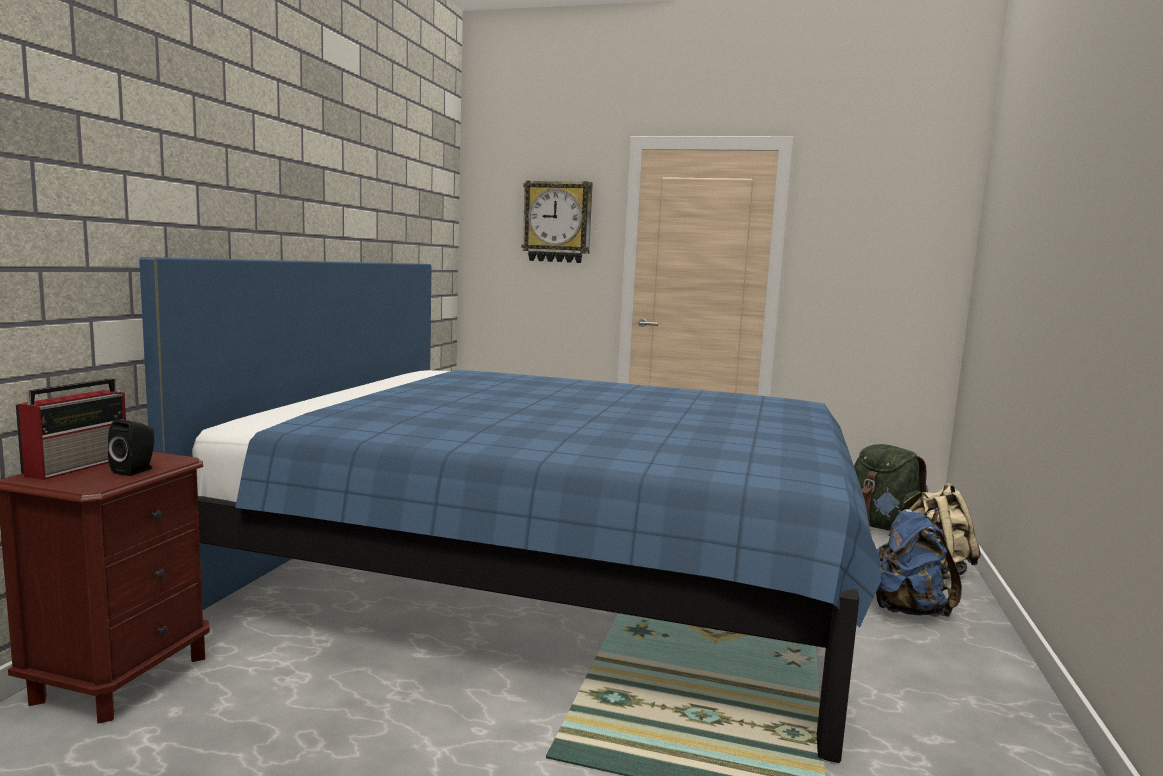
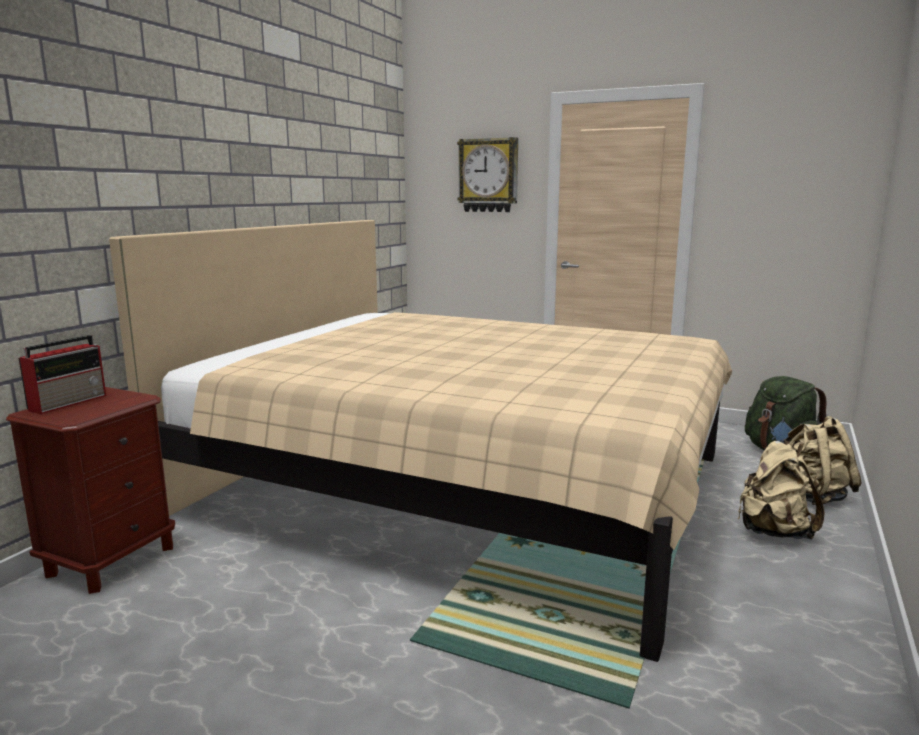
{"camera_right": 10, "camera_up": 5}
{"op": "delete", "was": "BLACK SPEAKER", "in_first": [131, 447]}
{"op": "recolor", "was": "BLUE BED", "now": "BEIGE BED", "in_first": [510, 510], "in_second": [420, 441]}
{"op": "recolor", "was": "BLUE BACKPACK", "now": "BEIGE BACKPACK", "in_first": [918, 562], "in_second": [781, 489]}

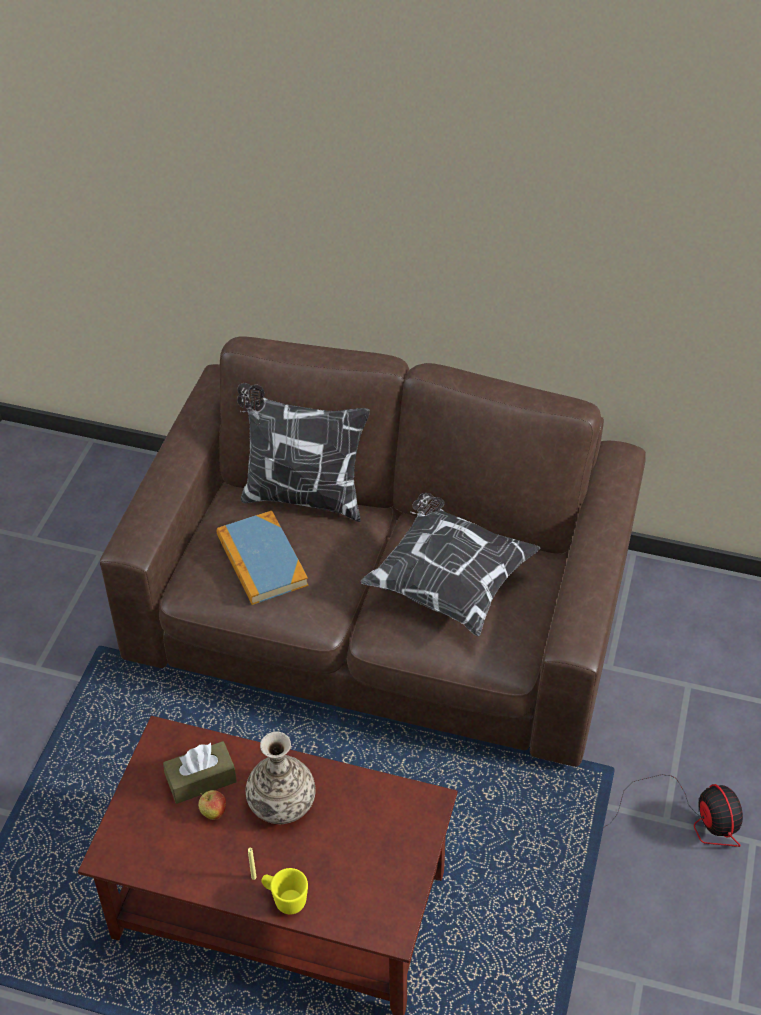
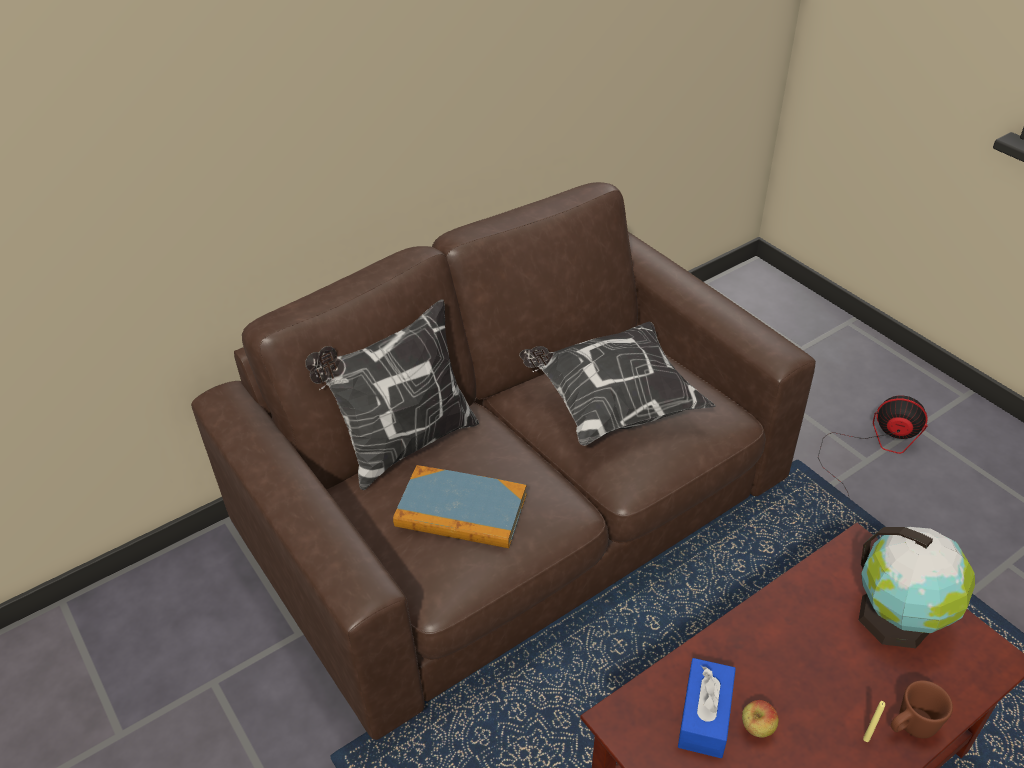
{"camera_right": -50, "camera_up": -5}
{"op": "delete", "was": "VASE", "in_first": [281, 778]}
{"op": "insert", "now": "GLOBE", "in_second": [917, 587]}
{"op": "recolor", "was": "BROWN TISSUE BOX", "now": "BLUE TISSUE BOX", "in_first": [200, 772], "in_second": [707, 708]}
{"op": "recolor", "was": "YELLOW MUG", "now": "BROWN MUG", "in_first": [284, 891], "in_second": [922, 709]}

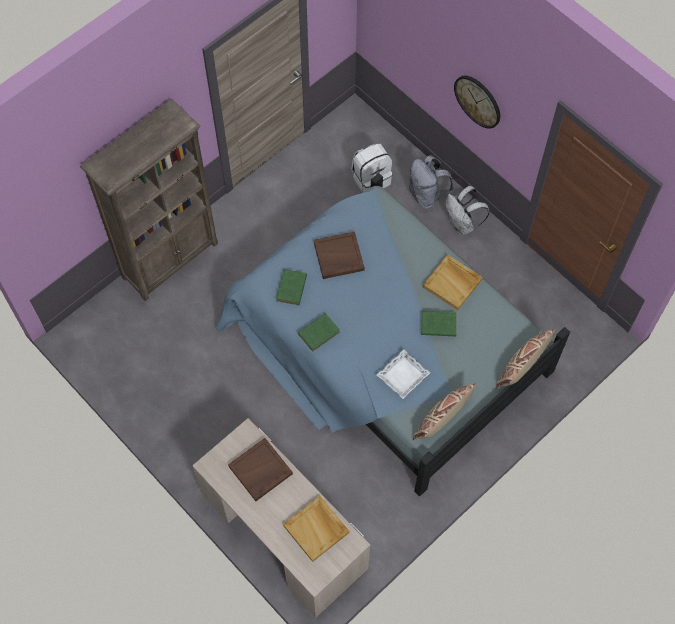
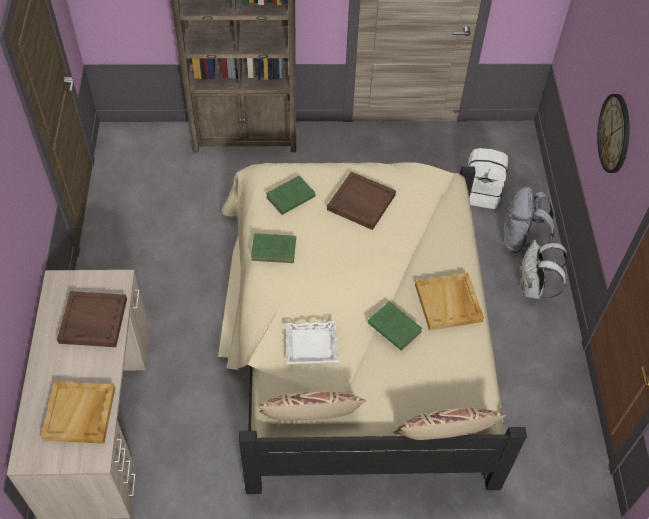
{"camera_right": 40, "camera_up": -10}
{"op": "recolor", "was": "BLUE BED", "now": "BEIGE BED", "in_first": [393, 334], "in_second": [372, 328]}

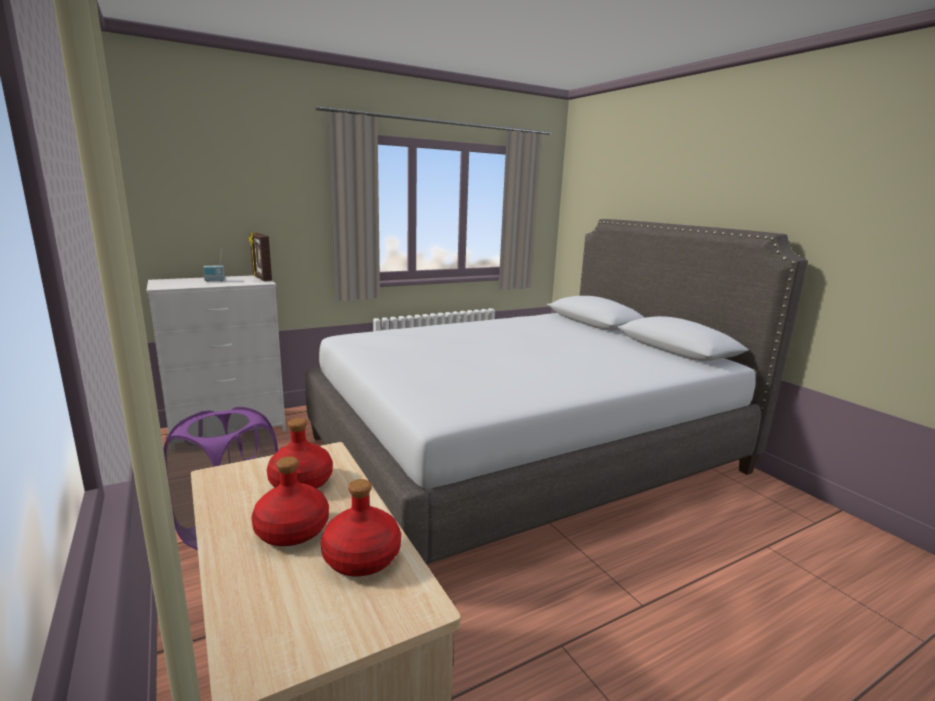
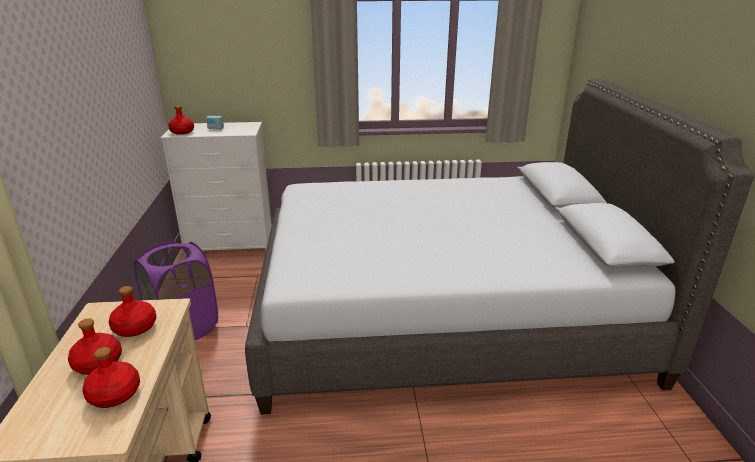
{"camera_right": 25, "camera_up": 10}
{"op": "delete", "was": "PICTURE FRAME", "in_first": [260, 256]}
{"op": "insert", "now": "RED BOTTLE", "in_second": [181, 120]}

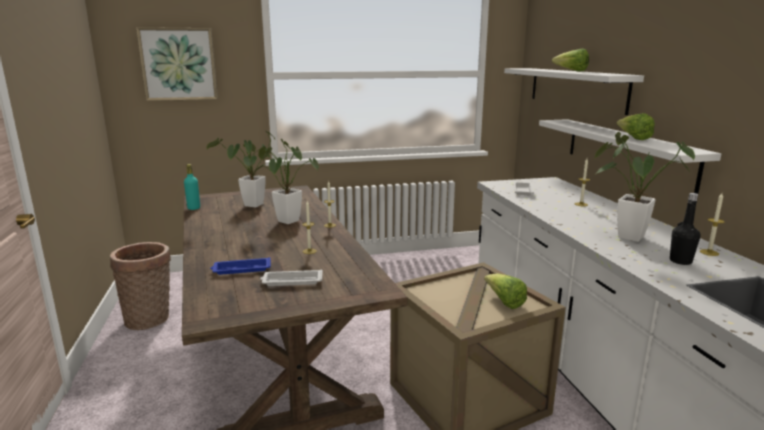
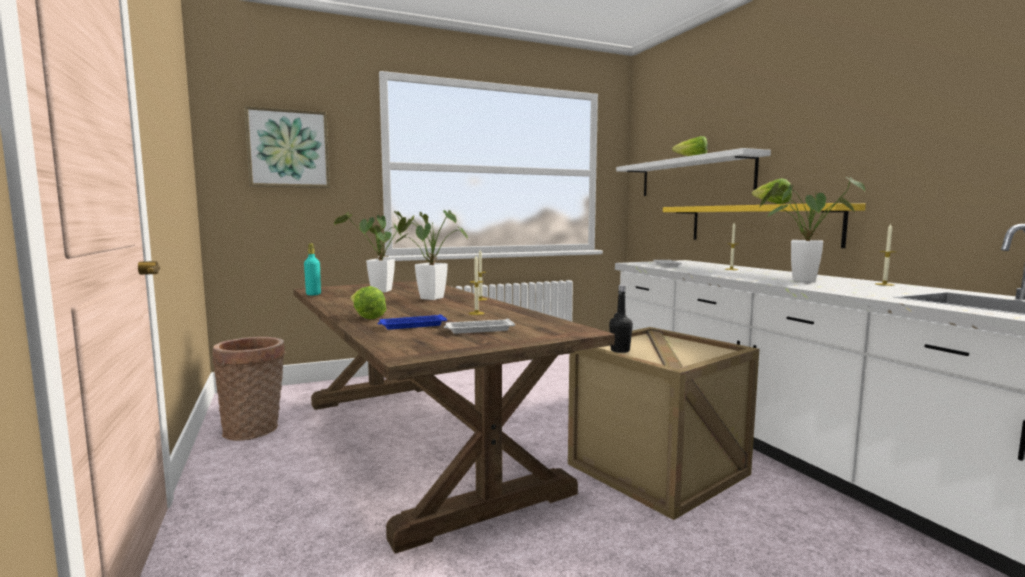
{"camera_right": -10, "camera_up": -10}
{"op": "move", "was": "LETTUCE", "in_first": [505, 291], "in_second": [368, 302]}
{"op": "move", "was": "BLACK BOTTLE", "in_first": [685, 229], "in_second": [621, 319]}
{"op": "recolor", "was": "WHITE SHELF", "now": "YELLOW SHELF", "in_first": [630, 156], "in_second": [764, 225]}

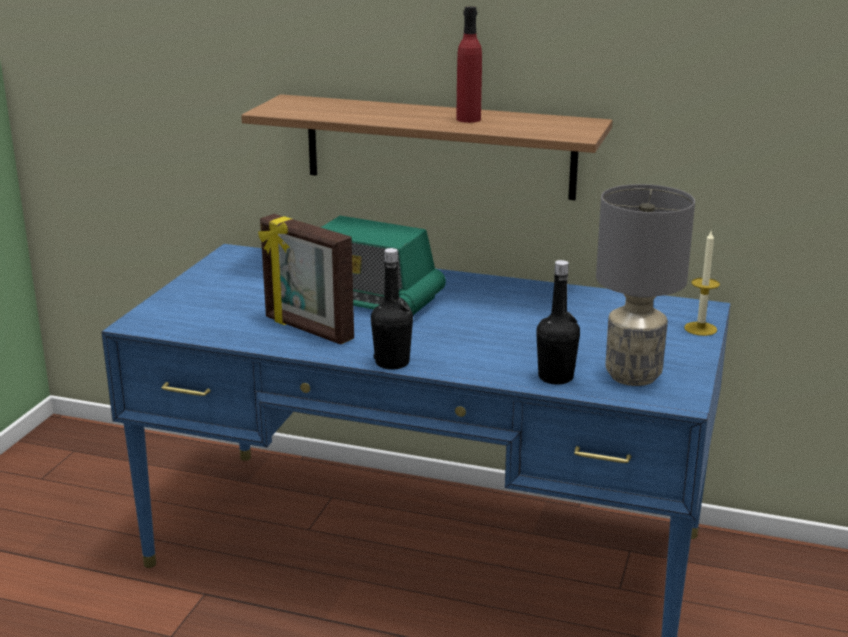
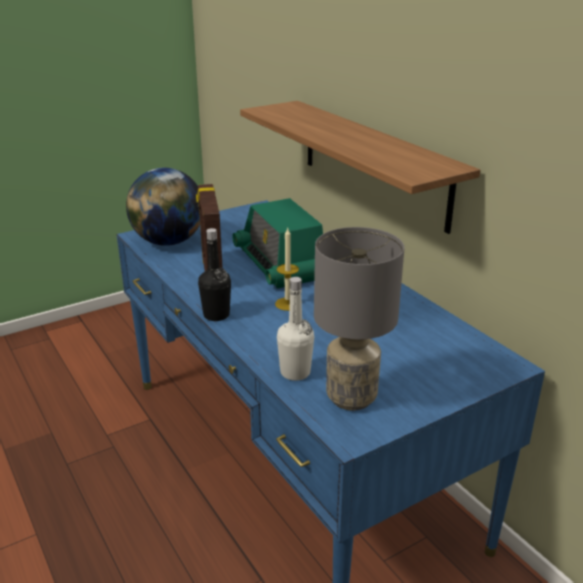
{"camera_right": 40, "camera_up": 5}
{"op": "delete", "was": "RED BOTTLE", "in_first": [469, 65]}
{"op": "insert", "now": "GLOBE", "in_second": [163, 207]}
{"op": "move", "was": "CANDLE", "in_first": [702, 283], "in_second": [287, 269]}
{"op": "recolor", "was": "BLACK BOTTLE", "now": "WHITE BOTTLE", "in_first": [558, 322], "in_second": [295, 329]}

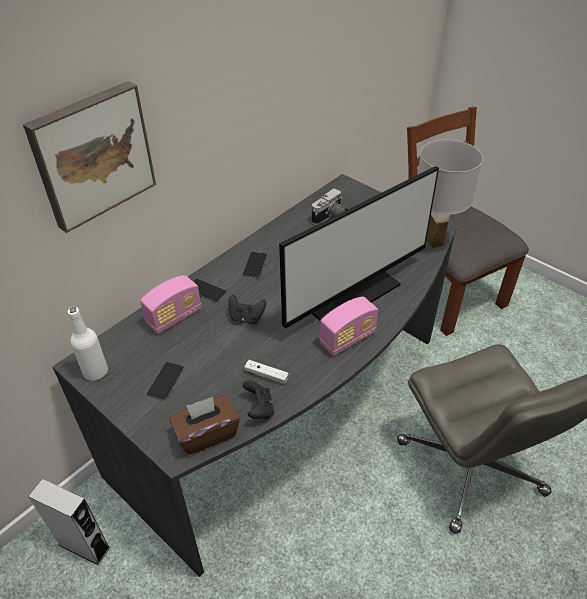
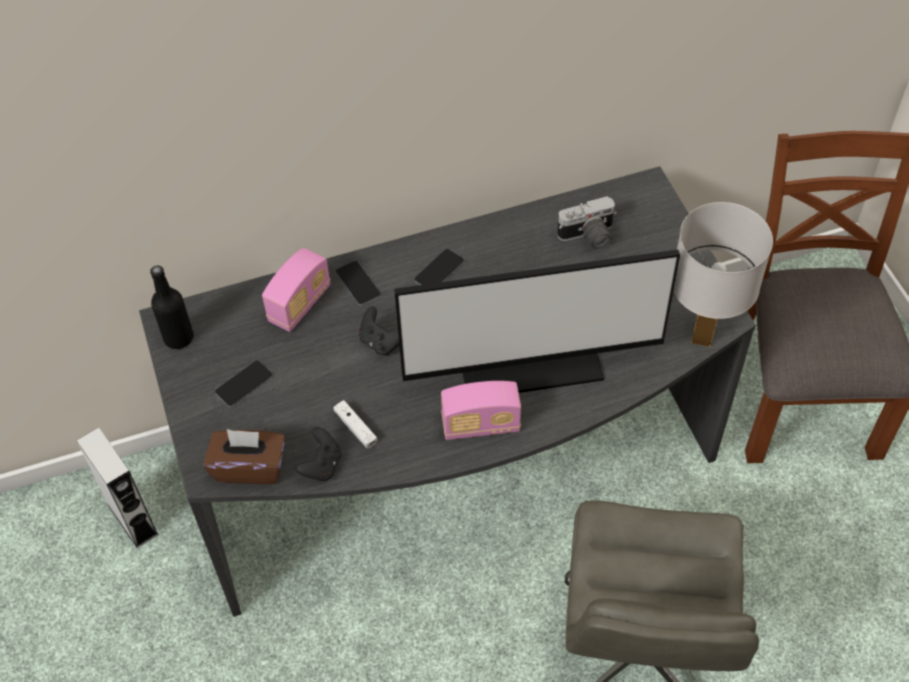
{"camera_right": 30, "camera_up": 10}
{"op": "delete", "was": "PICTURE", "in_first": [89, 157]}
{"op": "recolor", "was": "WHITE BOTTLE", "now": "BLACK BOTTLE", "in_first": [88, 344], "in_second": [172, 307]}
{"op": "rotate", "was": "RADIO", "in_first": [170, 304], "in_second": [296, 290], "clockwise": -45}

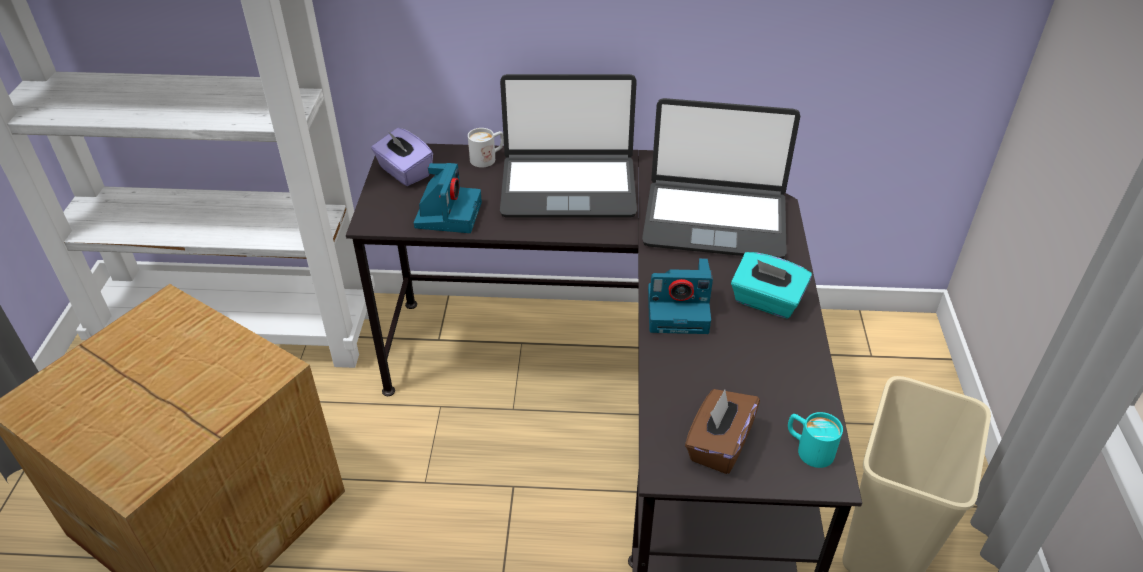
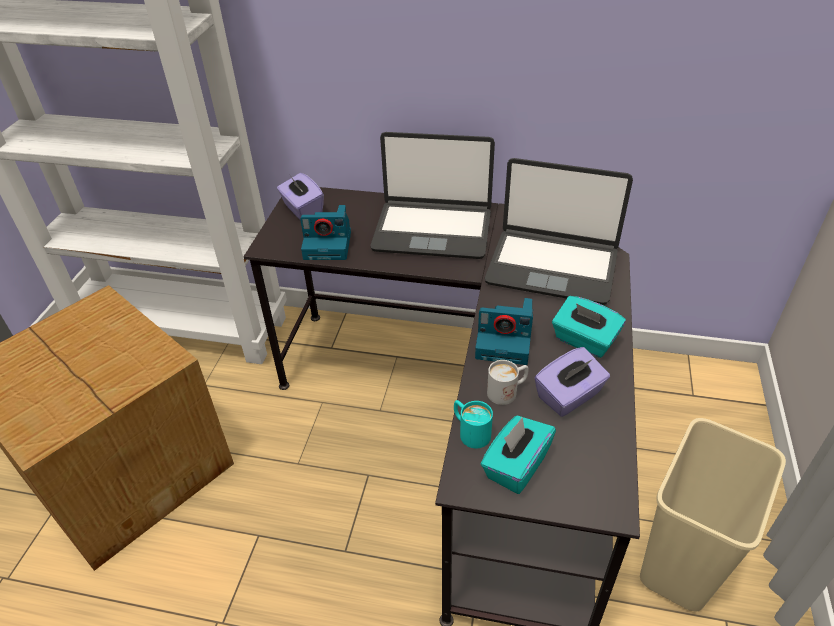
{"camera_right": 10, "camera_up": 0}
{"op": "insert", "now": "PURPLE TISSUE BOX", "in_second": [572, 382]}
{"op": "move", "was": "WHITE MUG", "in_first": [486, 148], "in_second": [507, 382]}
{"op": "move", "was": "TURQUOISE MUG", "in_first": [815, 440], "in_second": [473, 424]}
{"op": "recolor", "was": "BROWN TISSUE BOX", "now": "TURQUOISE TISSUE BOX", "in_first": [722, 431], "in_second": [518, 455]}
{"op": "rotate", "was": "PHOTO CAMERA", "in_first": [448, 198], "in_second": [325, 232], "clockwise": 75}

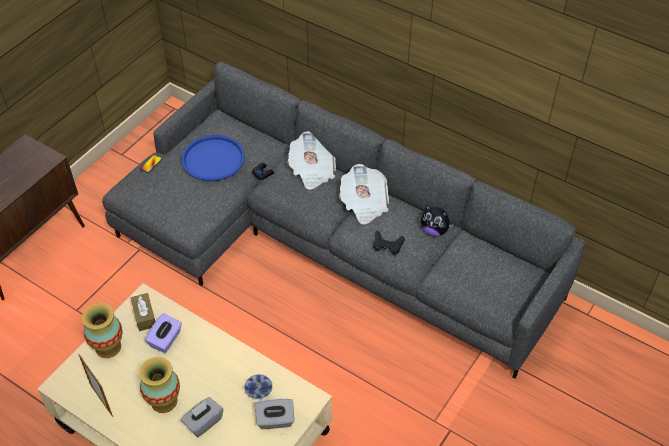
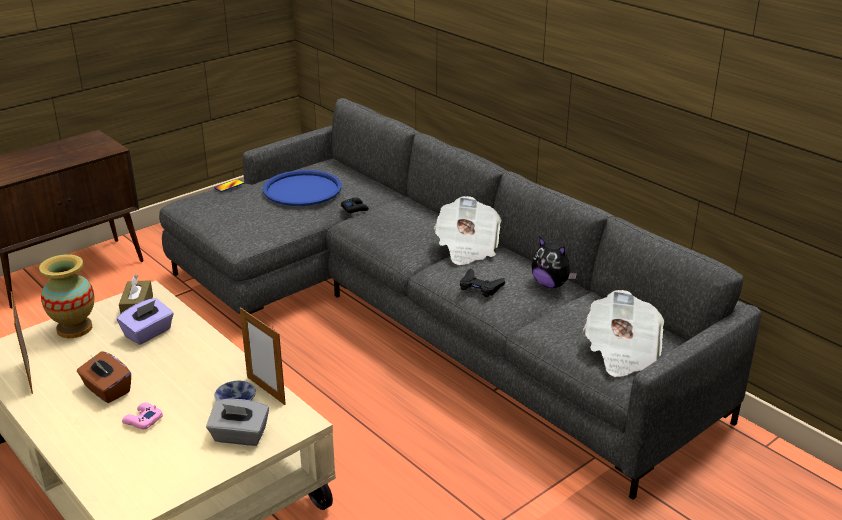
{"camera_right": 15, "camera_up": -20}
{"op": "insert", "now": "PICTURE FRAME", "in_second": [263, 356]}
{"op": "move", "was": "NEWSPAPER", "in_first": [312, 160], "in_second": [624, 333]}
{"op": "replace", "was": "VASE", "now": "BROWN TISSUE BOX", "in_first": [159, 385], "in_second": [104, 377]}
{"op": "replace", "was": "GREY TISSUE BOX", "now": "PINK GAME CONTROLLER", "in_first": [202, 417], "in_second": [142, 416]}

